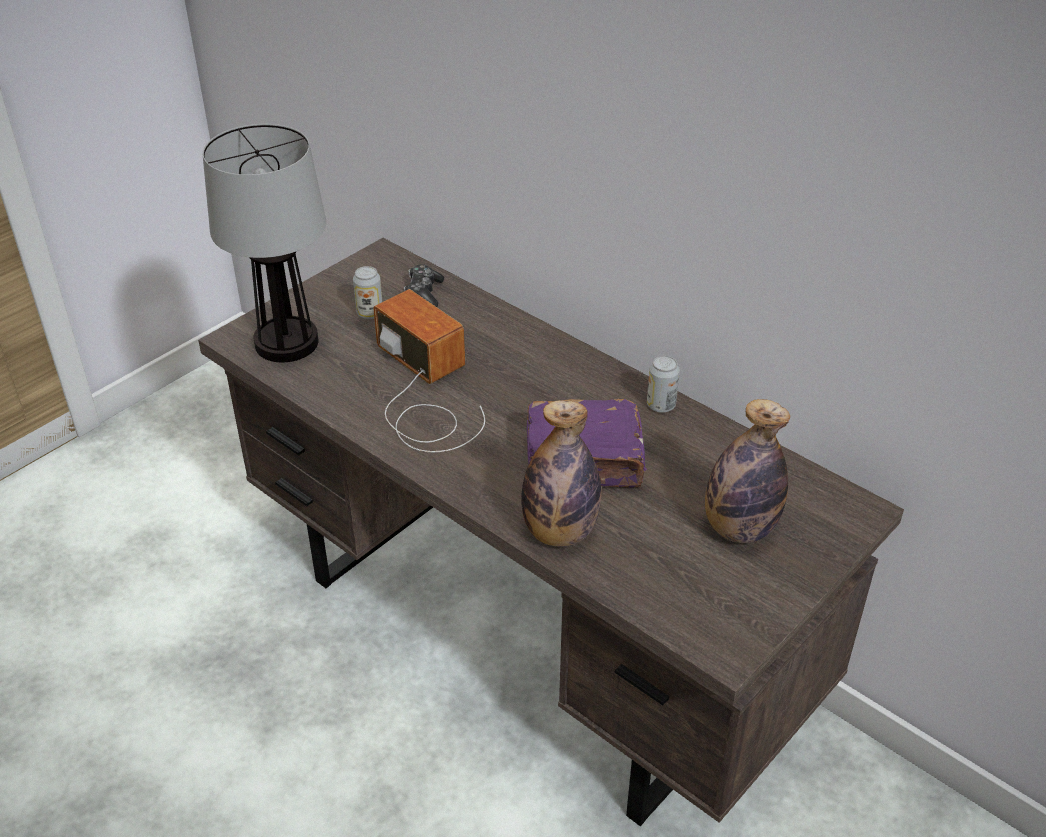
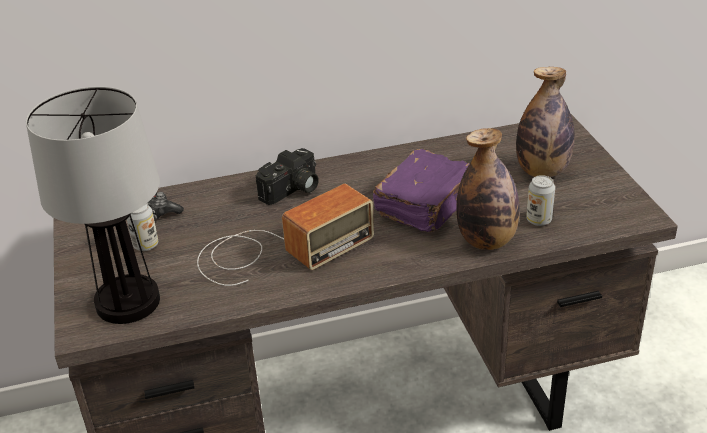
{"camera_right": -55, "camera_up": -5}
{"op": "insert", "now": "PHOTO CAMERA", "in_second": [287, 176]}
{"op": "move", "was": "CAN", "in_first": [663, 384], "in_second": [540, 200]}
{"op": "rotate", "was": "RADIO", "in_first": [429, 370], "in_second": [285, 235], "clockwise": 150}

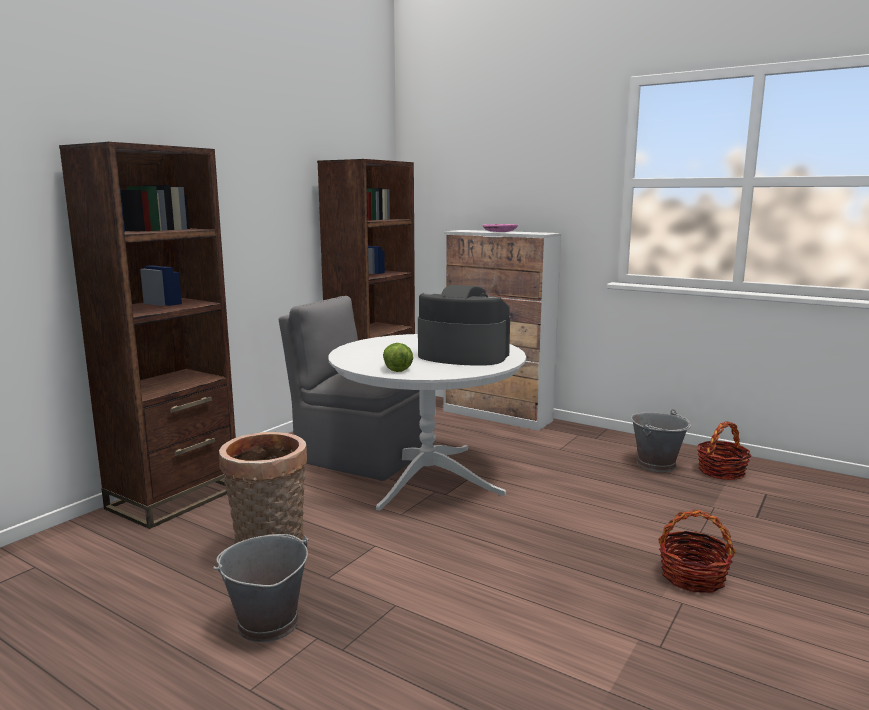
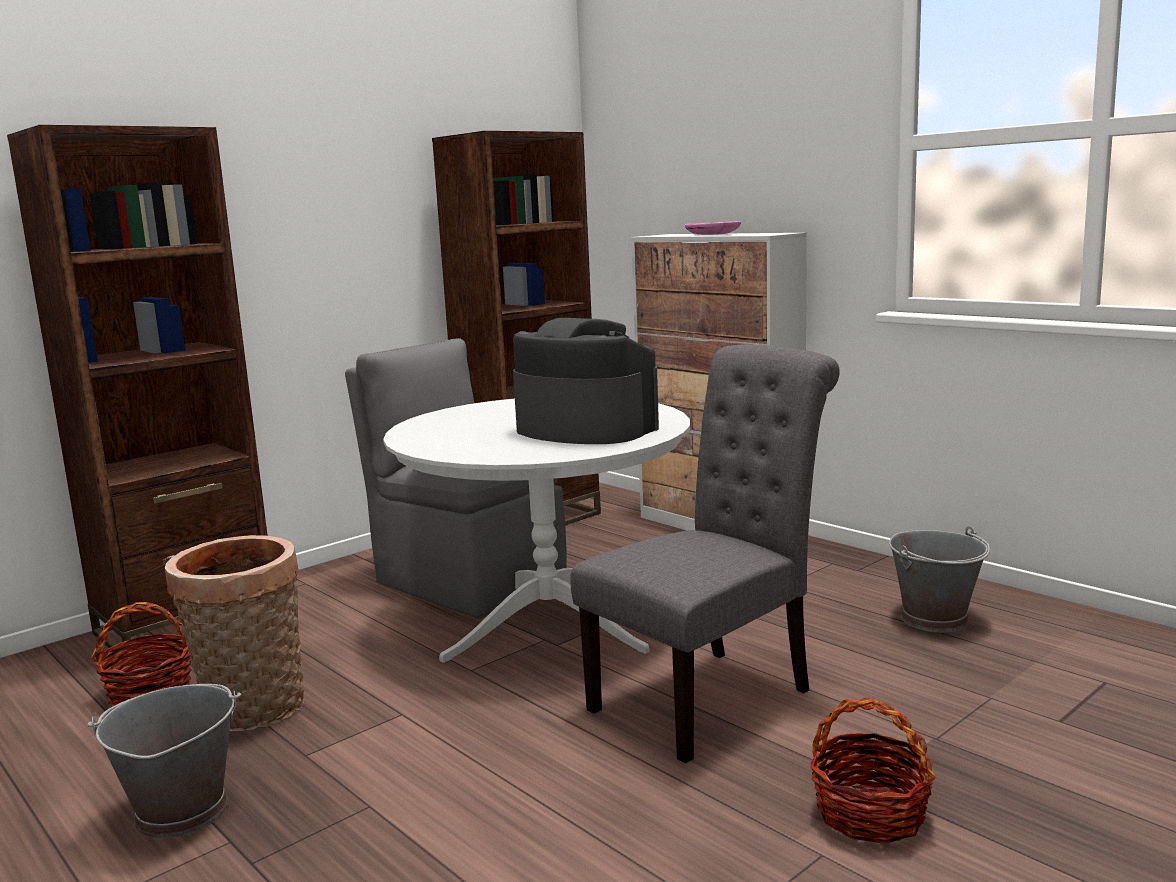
{"camera_right": 15, "camera_up": 0}
{"op": "delete", "was": "LETTUCE", "in_first": [398, 357]}
{"op": "insert", "now": "GREY CHAIR", "in_second": [705, 554]}
{"op": "move", "was": "BASKET", "in_first": [724, 450], "in_second": [141, 654]}

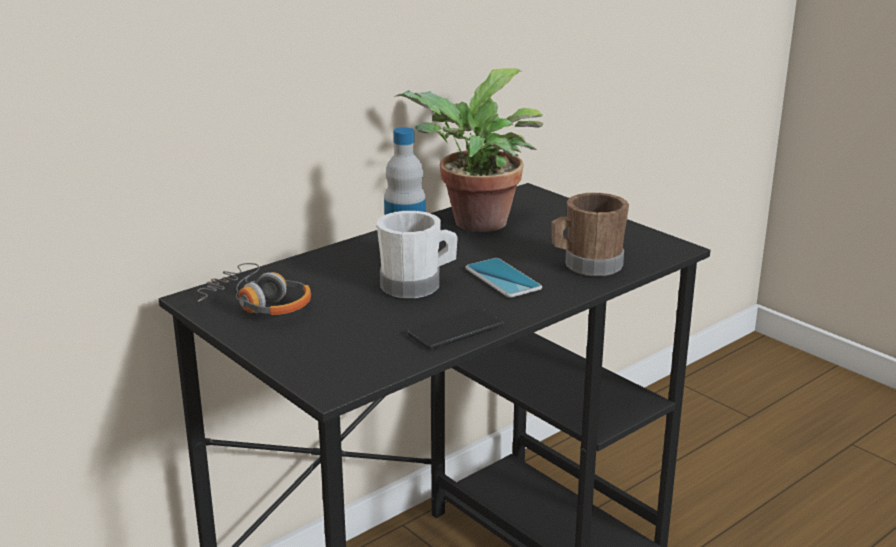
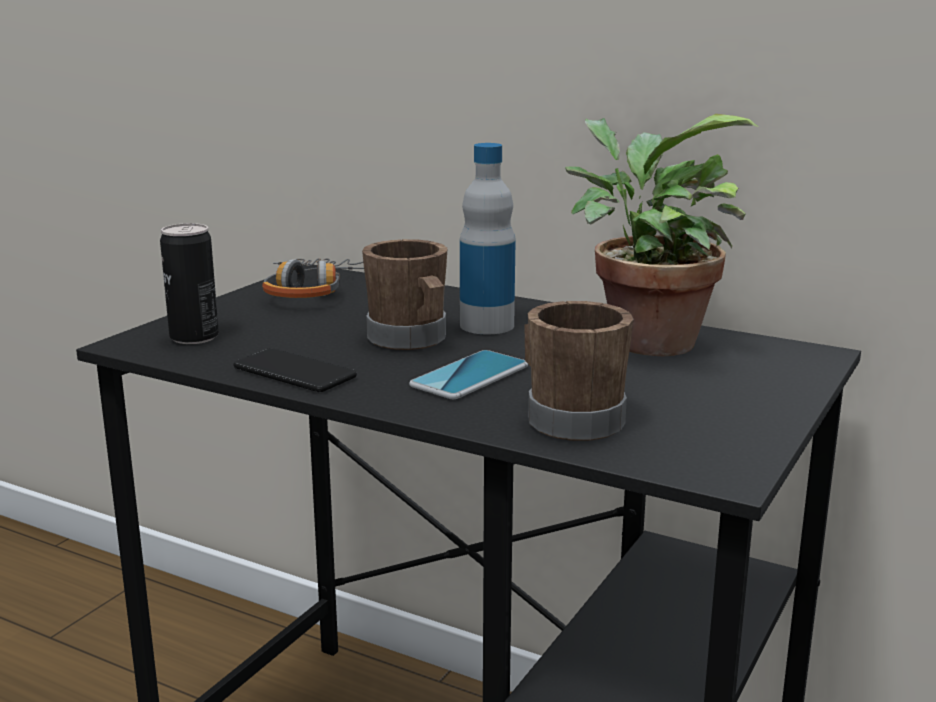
{"camera_right": 70, "camera_up": -5}
{"op": "insert", "now": "CAN", "in_second": [189, 283]}
{"op": "recolor", "was": "WHITE MUG", "now": "BROWN MUG", "in_first": [417, 254], "in_second": [405, 294]}

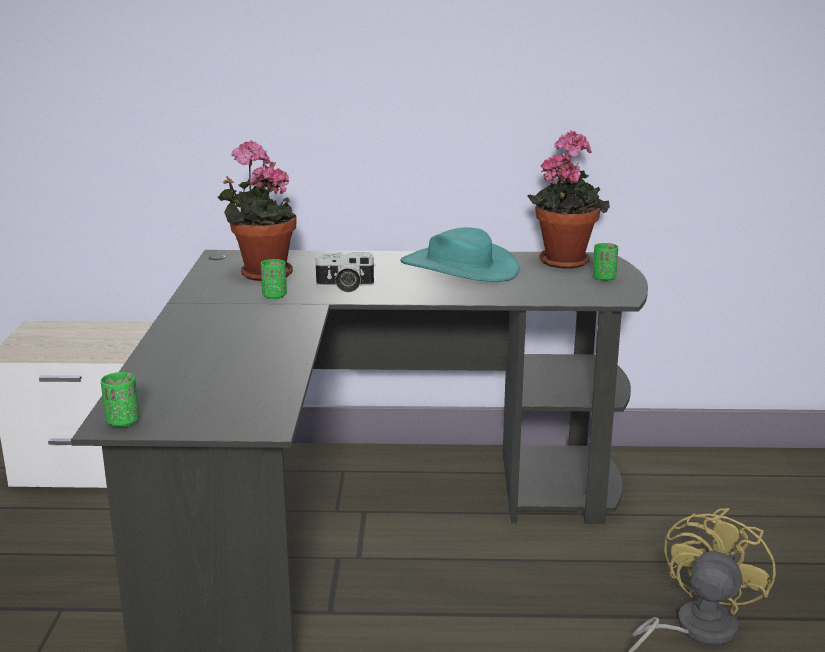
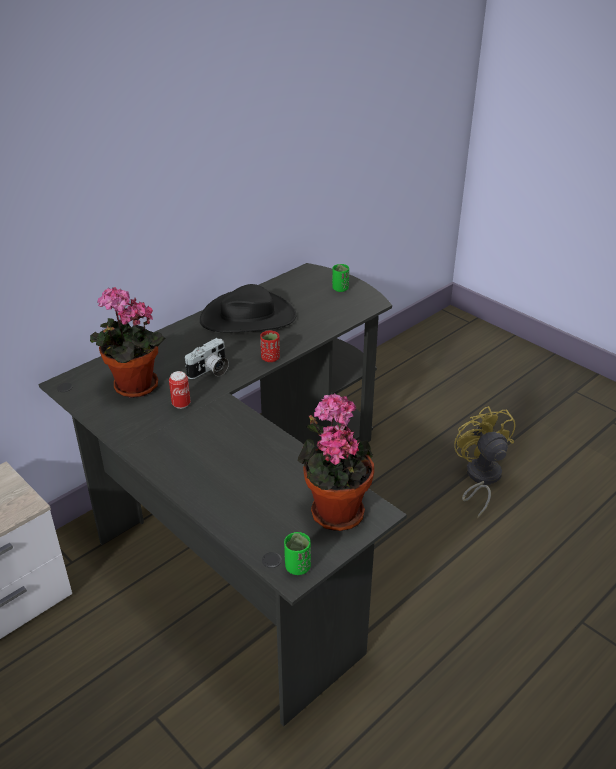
{"camera_right": -45, "camera_up": 15}
{"op": "insert", "now": "RED CUP", "in_second": [270, 346]}
{"op": "move", "was": "POTTED PLANT", "in_first": [568, 199], "in_second": [336, 462]}
{"op": "replace", "was": "GREEN CUP", "now": "CAN", "in_first": [274, 279], "in_second": [180, 390]}
{"op": "recolor", "was": "TURQUOISE HAT", "now": "BLACK HAT", "in_first": [460, 254], "in_second": [248, 308]}

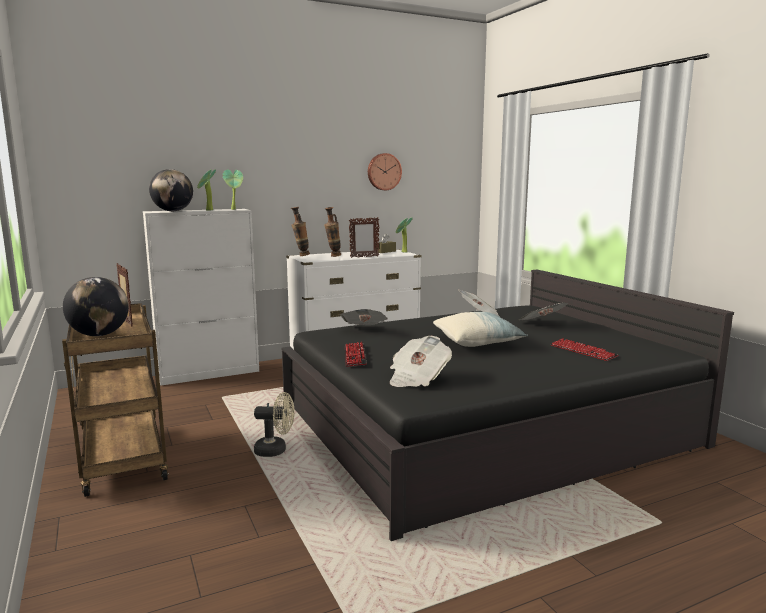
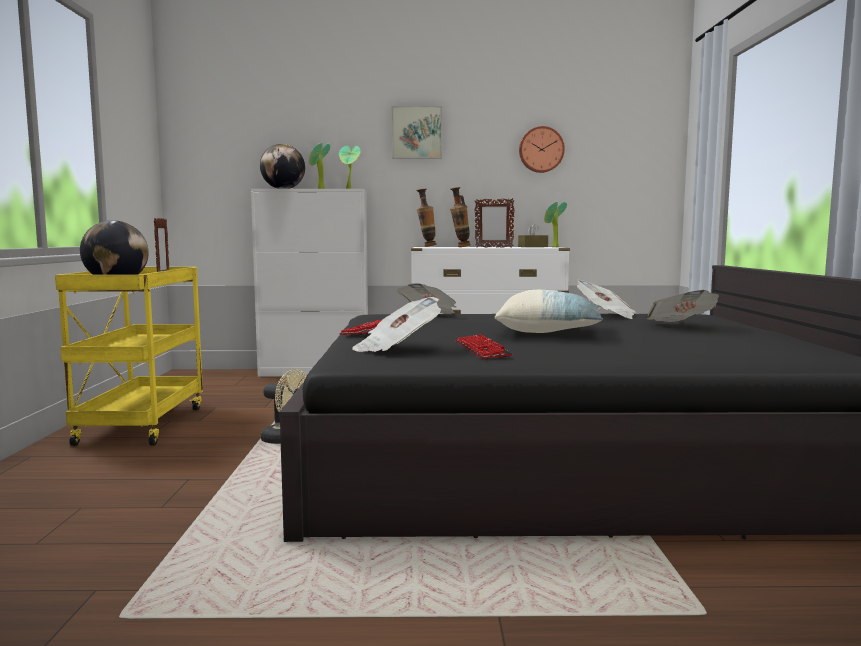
{"camera_right": 25, "camera_up": -5}
{"op": "insert", "now": "PICTURE", "in_second": [416, 132]}
{"op": "move", "was": "KEYBOARD", "in_first": [584, 349], "in_second": [483, 346]}
{"op": "recolor", "was": "BROWN CART", "now": "YELLOW CART", "in_first": [115, 400], "in_second": [129, 356]}

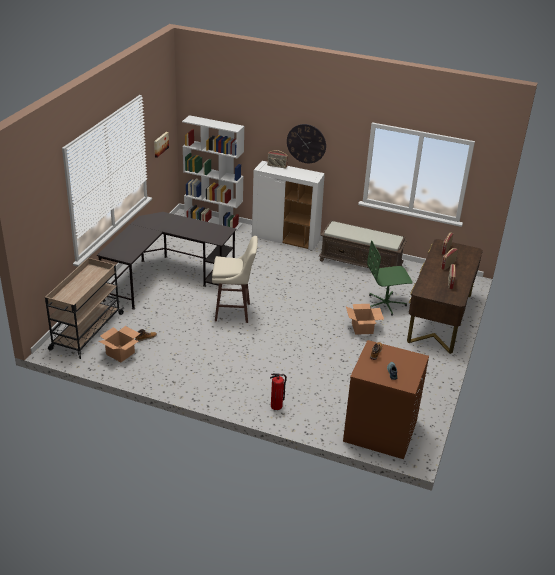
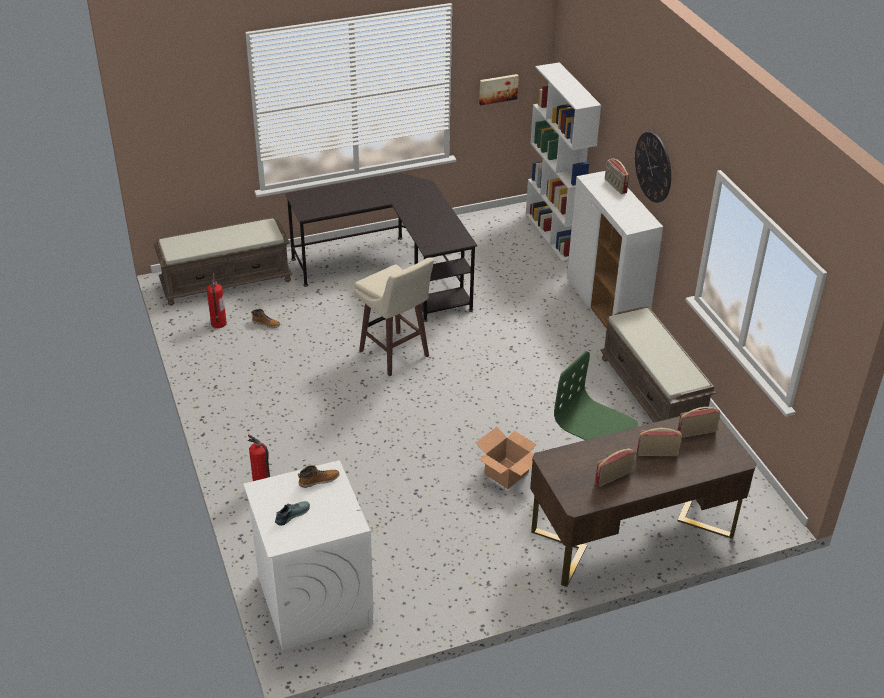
{"camera_right": 50, "camera_up": 5}
{"op": "replace", "was": "BEIGE CART", "now": "BROWN BENCH", "in_first": [84, 308], "in_second": [222, 261]}
{"op": "replace", "was": "CARDBOARD BOX", "now": "FIRE EXTINGUISHER", "in_first": [119, 344], "in_second": [217, 300]}
{"op": "recolor", "was": "BROWN WASHING MACHINE", "now": "WHITE WASHING MACHINE", "in_first": [386, 399], "in_second": [308, 555]}

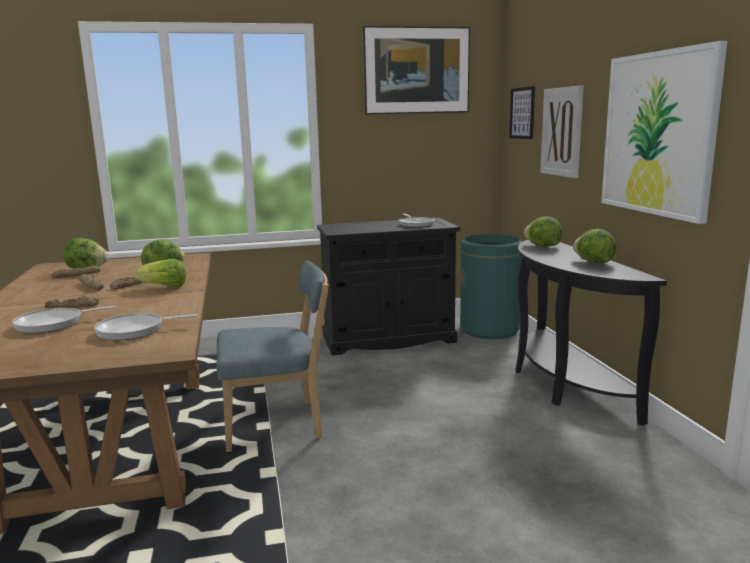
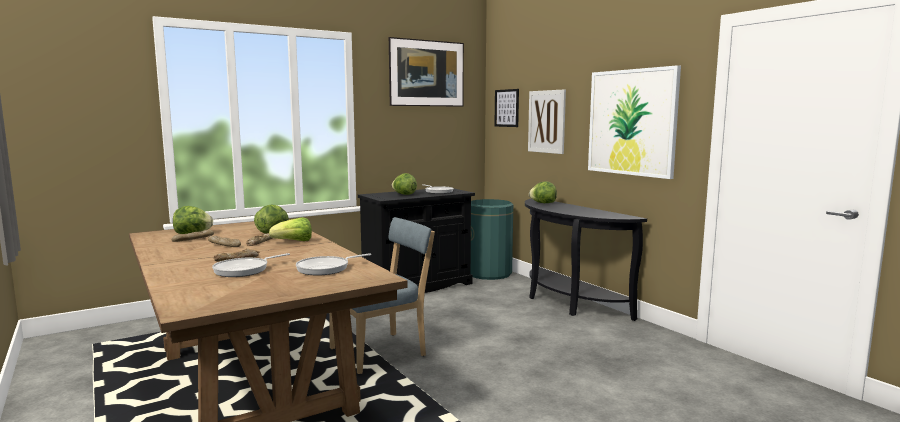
{"camera_right": -20, "camera_up": -5}
{"op": "move", "was": "LETTUCE", "in_first": [594, 246], "in_second": [404, 184]}

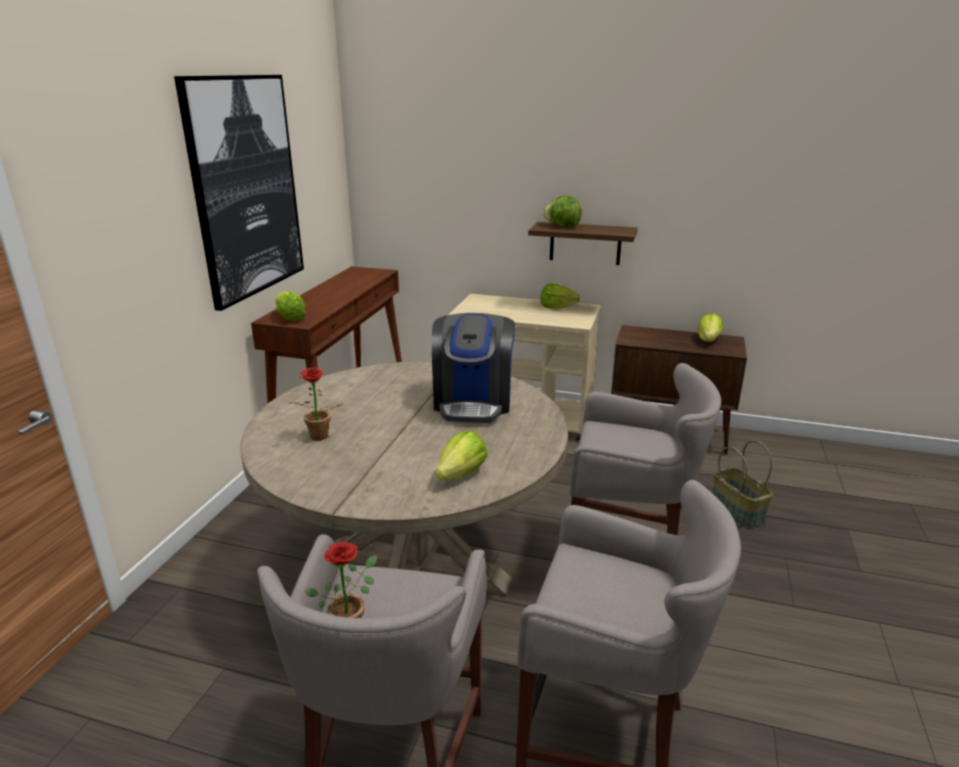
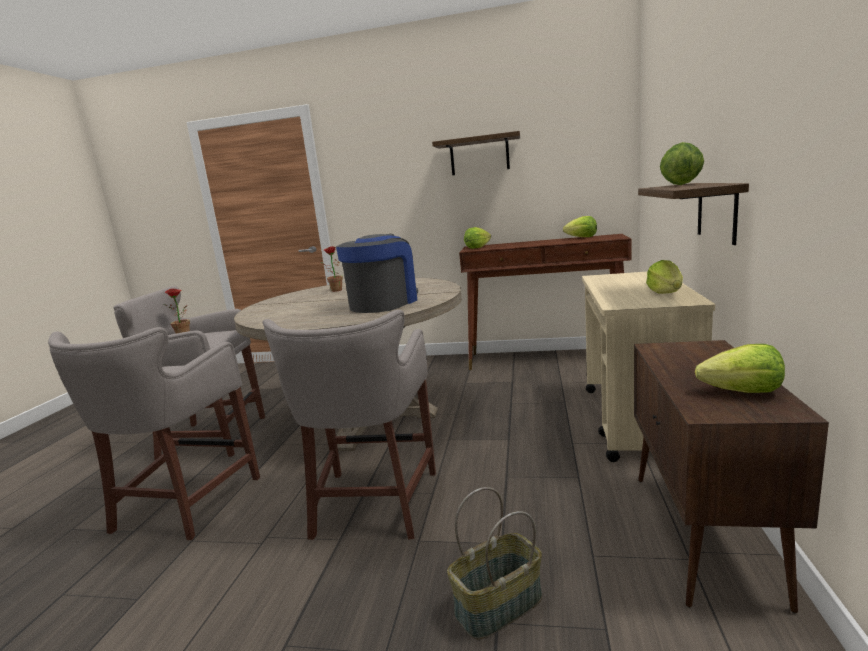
{"camera_right": 85, "camera_up": -10}
{"op": "move", "was": "LETTUCE", "in_first": [461, 456], "in_second": [580, 226]}
{"op": "replace", "was": "PICTURE", "now": "SHELF", "in_first": [239, 193], "in_second": [476, 153]}
{"op": "rotate", "was": "COFFEE MACHINE", "in_first": [473, 368], "in_second": [377, 273], "clockwise": 120}

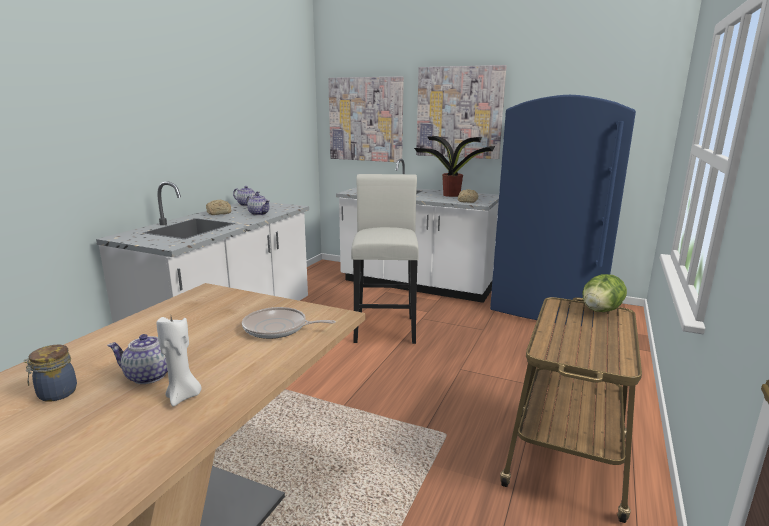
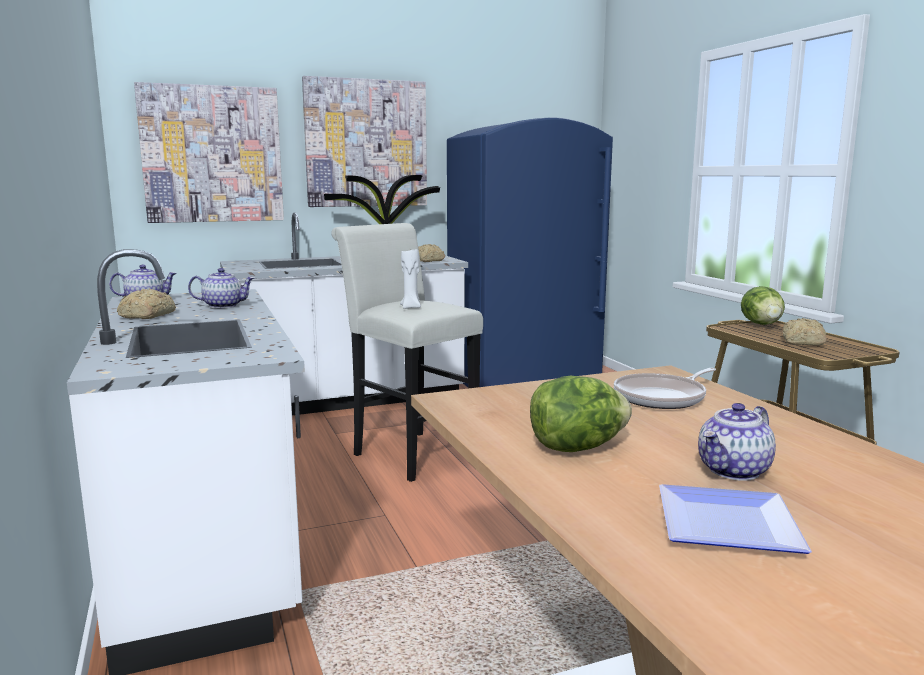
{"camera_right": -45, "camera_up": -5}
{"op": "insert", "now": "LETTUCE", "in_second": [581, 414]}
{"op": "insert", "now": "BREAD", "in_second": [805, 332]}
{"op": "move", "was": "WHITE CANDLE", "in_first": [179, 361], "in_second": [410, 279]}
{"op": "replace", "was": "JAR", "now": "PLATE", "in_first": [50, 373], "in_second": [735, 519]}

